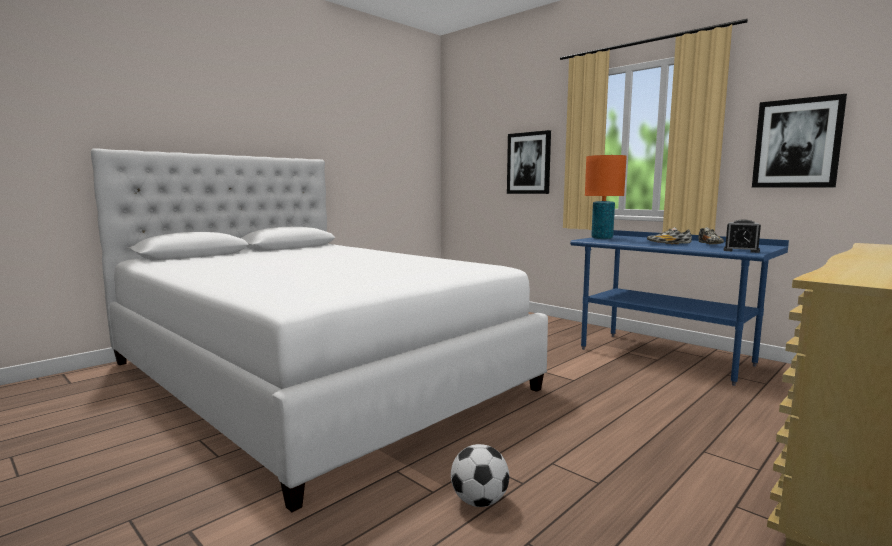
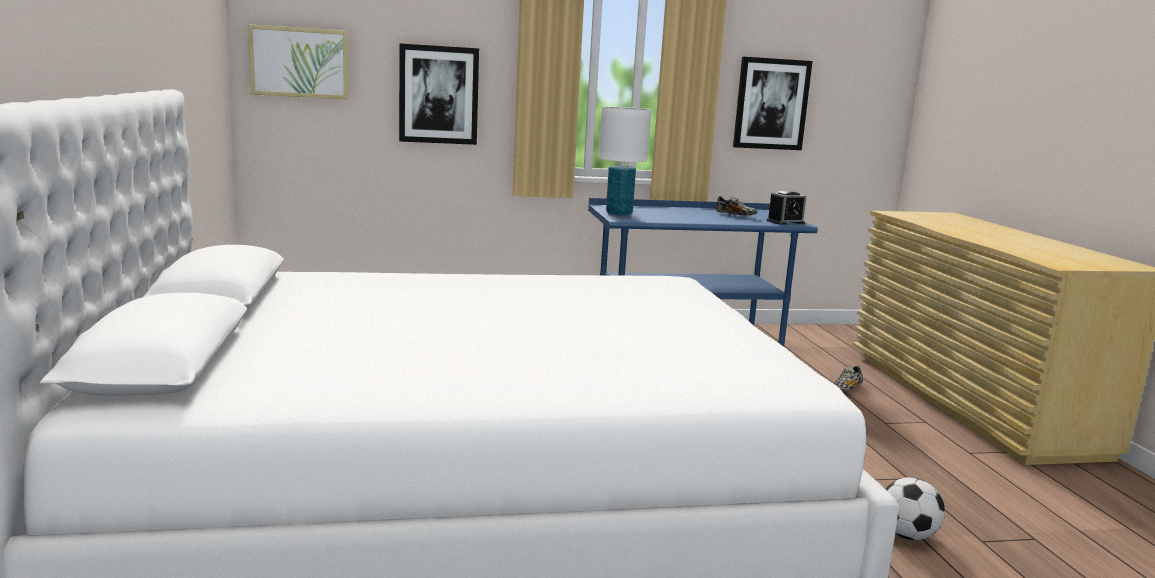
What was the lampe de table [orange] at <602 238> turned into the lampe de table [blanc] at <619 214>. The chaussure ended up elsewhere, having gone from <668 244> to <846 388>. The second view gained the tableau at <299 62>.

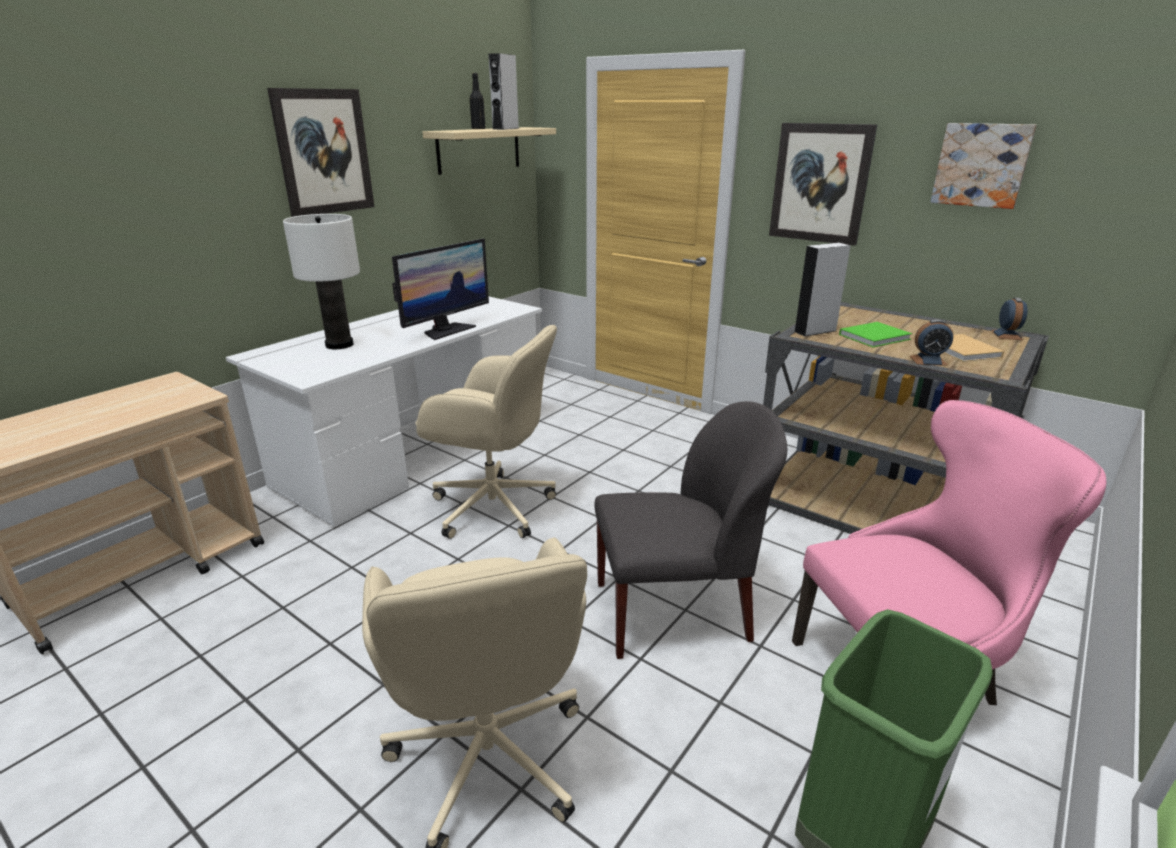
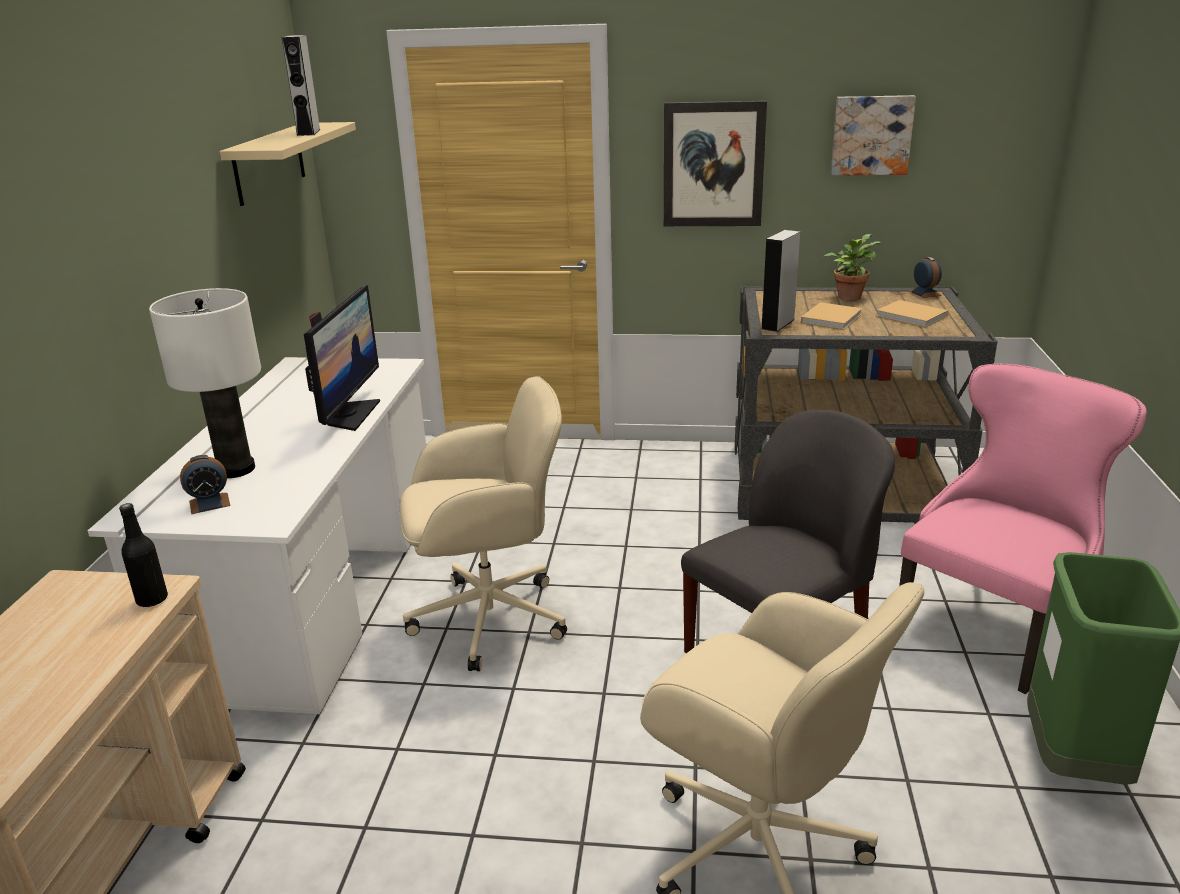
The second view lost the tableau at <323 152>. The bouteille [noir] ended up elsewhere, having gone from <478 129> to <152 600>. What was the livre [vert] at <875 336> turned into the livre [beige] at <832 318>. The réveil ended up elsewhere, having gone from <928 360> to <209 503>. The second view gained the plante en pot at <849 296>.

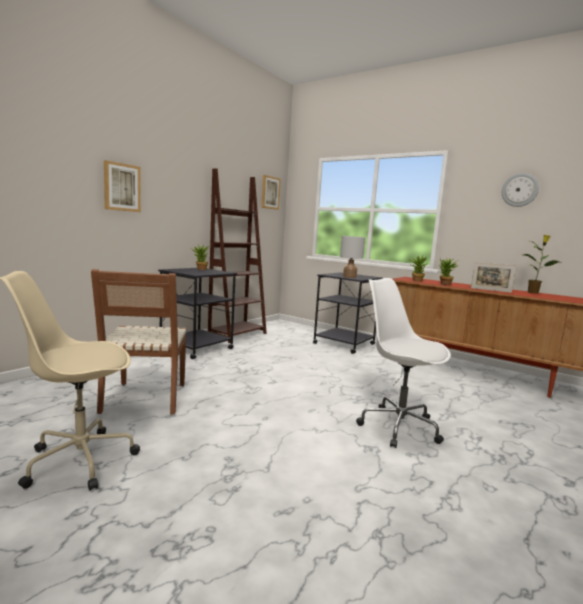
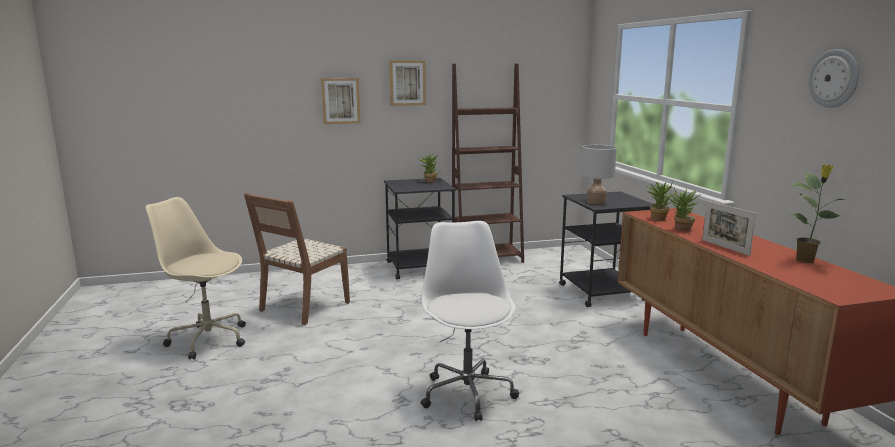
The tableau ended up elsewhere, having gone from <270 192> to <407 83>.

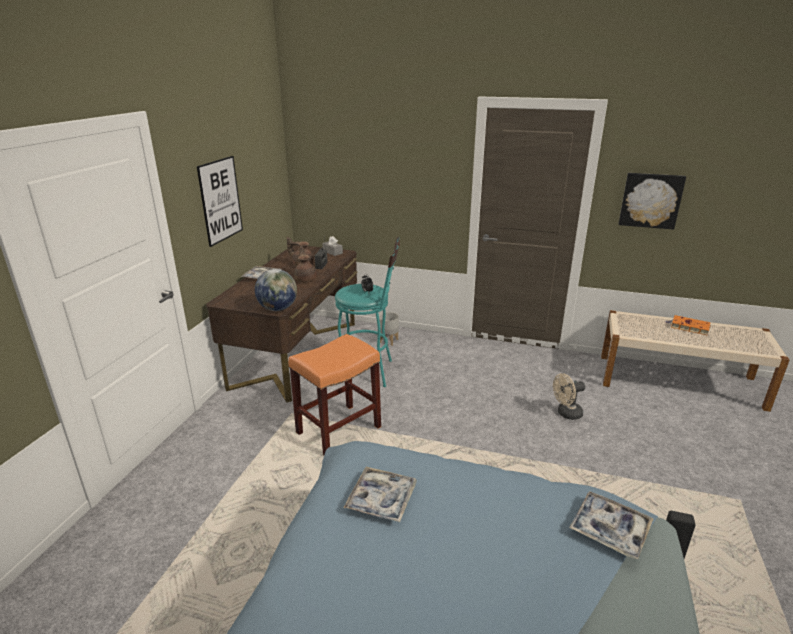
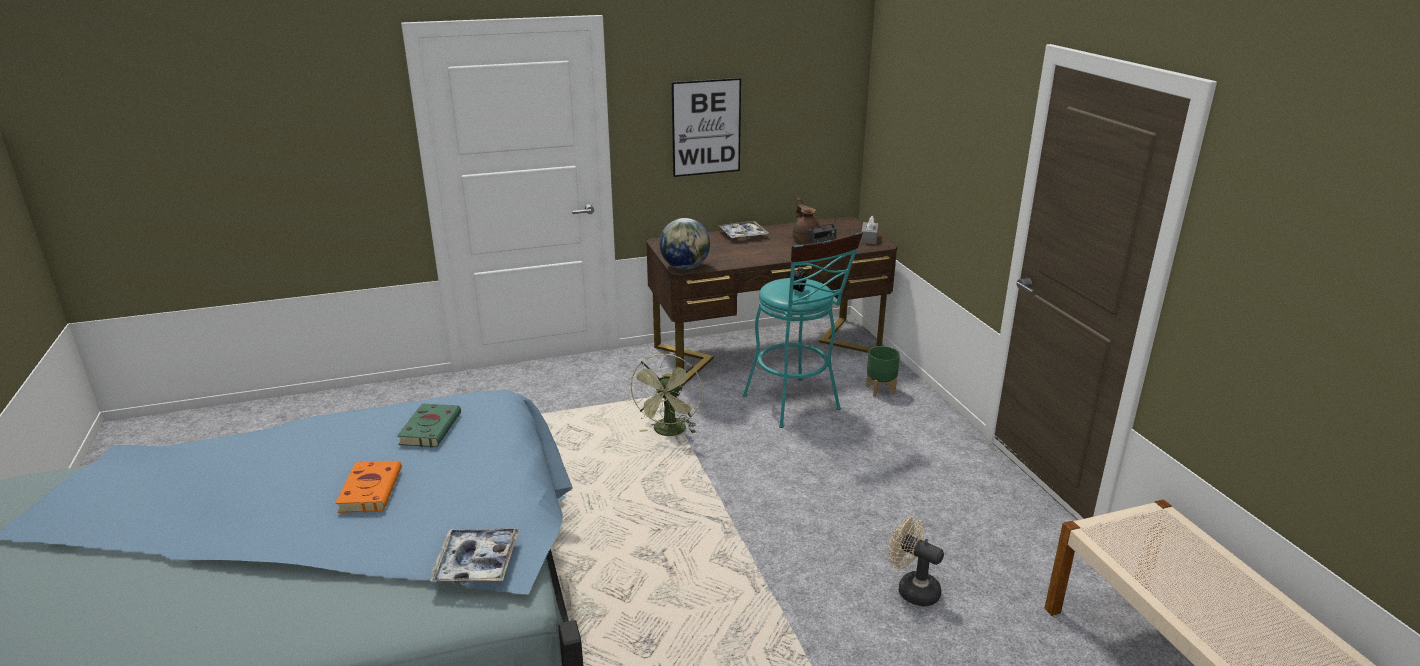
Where the tabouret [orange] stood at <339 429>, the ventilateur [vert] came to stand at <669 432>. The second view lost the théière [marron] at <306 279>. Where the plateau stood at <381 499>, the livre [vert] came to stand at <431 428>. What was the cache-pot [gris] at <388 341> turned into the cache-pot [vert] at <880 390>. The second view lost the tableau at <650 200>. The livre [orange] ended up elsewhere, having gone from <688 327> to <370 489>.

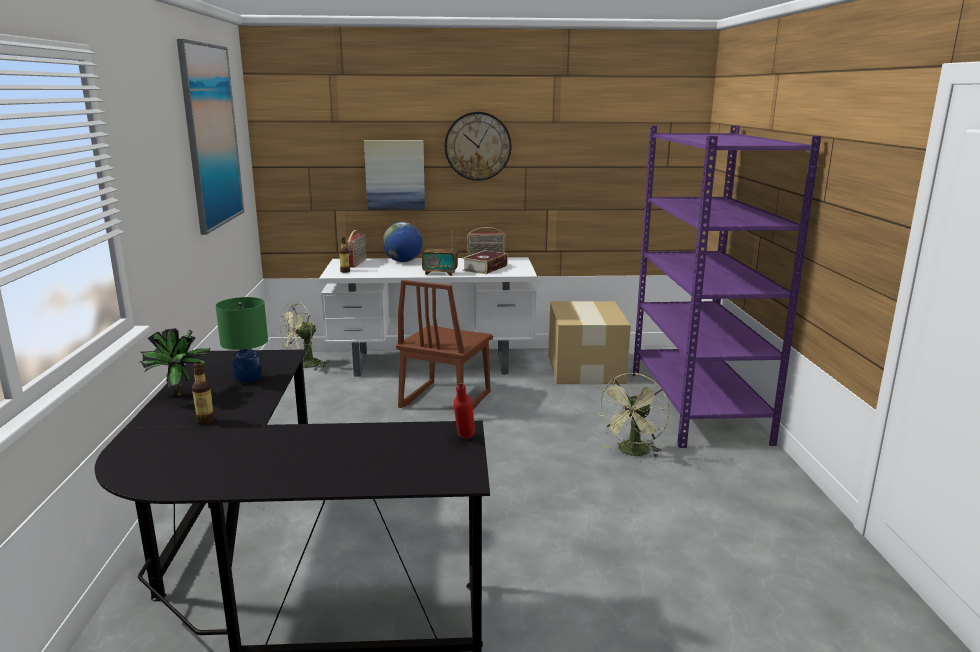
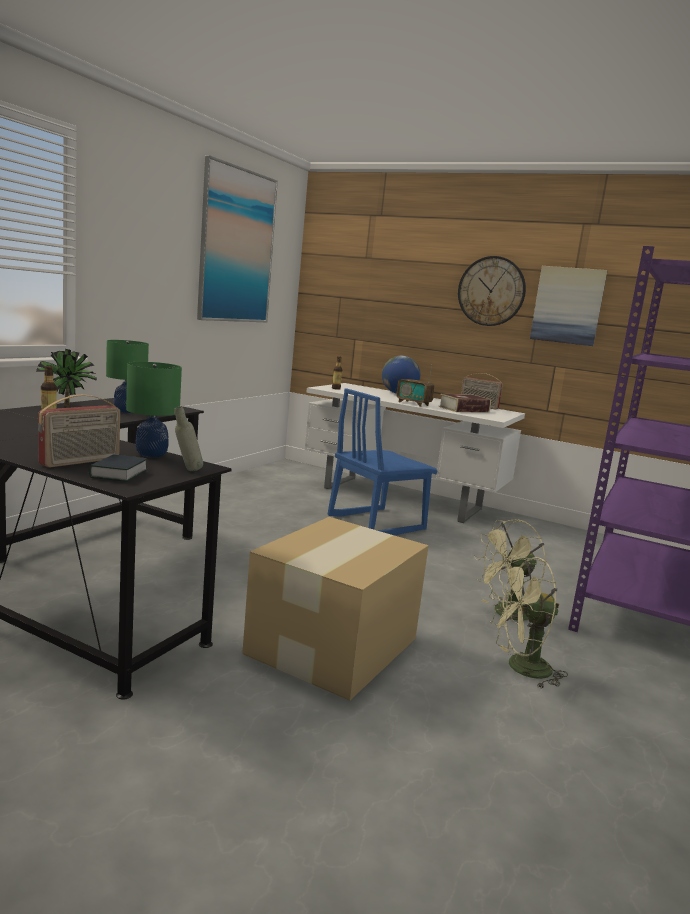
The ventilateur [vert] ended up elsewhere, having gone from <304 365> to <520 668>. The radio ended up elsewhere, having gone from <357 263> to <81 461>. The tableau ended up elsewhere, having gone from <395 174> to <567 305>. What was the chaise [marron] at <444 400> turned into the chaise [bleu] at <375 523>. What was the bouteille [rouge] at <464 440> turned into the bouteille [gris] at <187 471>. The carton ended up elsewhere, having gone from <585 368> to <335 645>. The second view gained the livre at <118 474>. The second view gained the lampe de table [vert] at <151 455>.

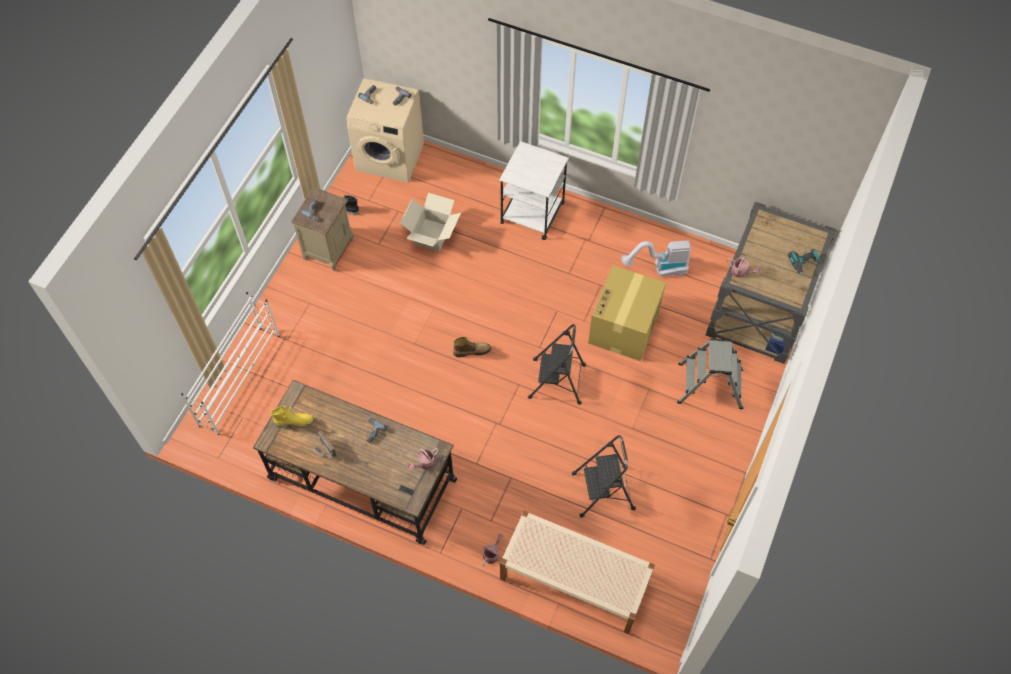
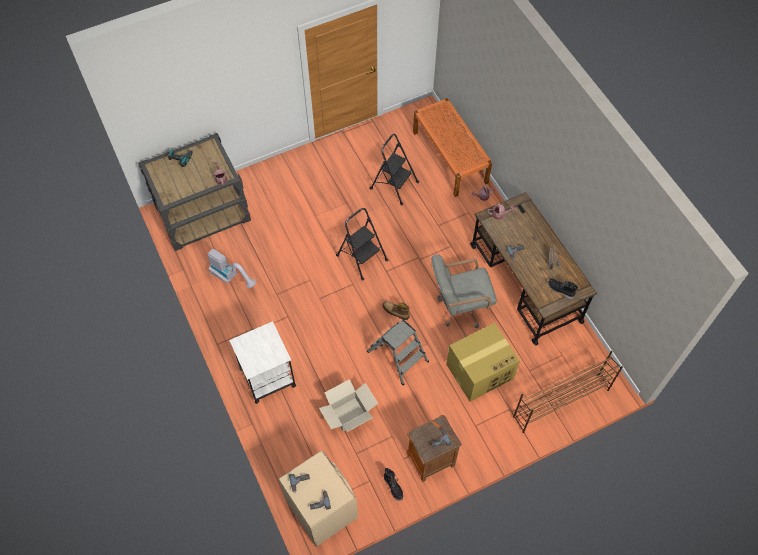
What was the étagère à chaussures [blanc] at <240 379> turned into the étagère à chaussures [marron] at <560 403>. What was the botte [jaune] at <295 422> turned into the botte [noir] at <560 290>. What was the table de chevet [beige] at <329 249> turned into the table de chevet [orange] at <430 459>. What was the banc [beige] at <574 581> turned into the banc [orange] at <450 157>. The carton ended up elsewhere, having gone from <624 328> to <480 371>. The escabeau [gris] ended up elsewhere, having gone from <710 386> to <397 356>. The second view gained the chaise de bureau [gris] at <459 309>.

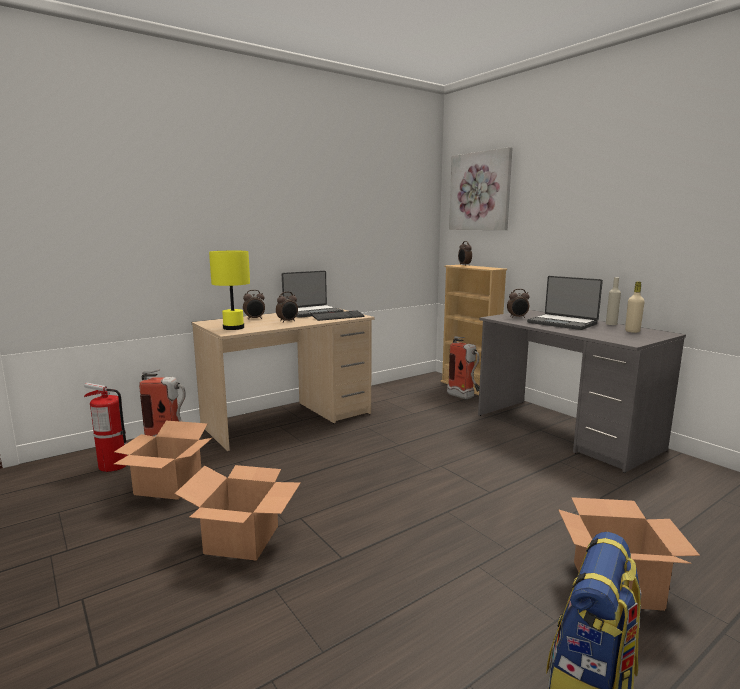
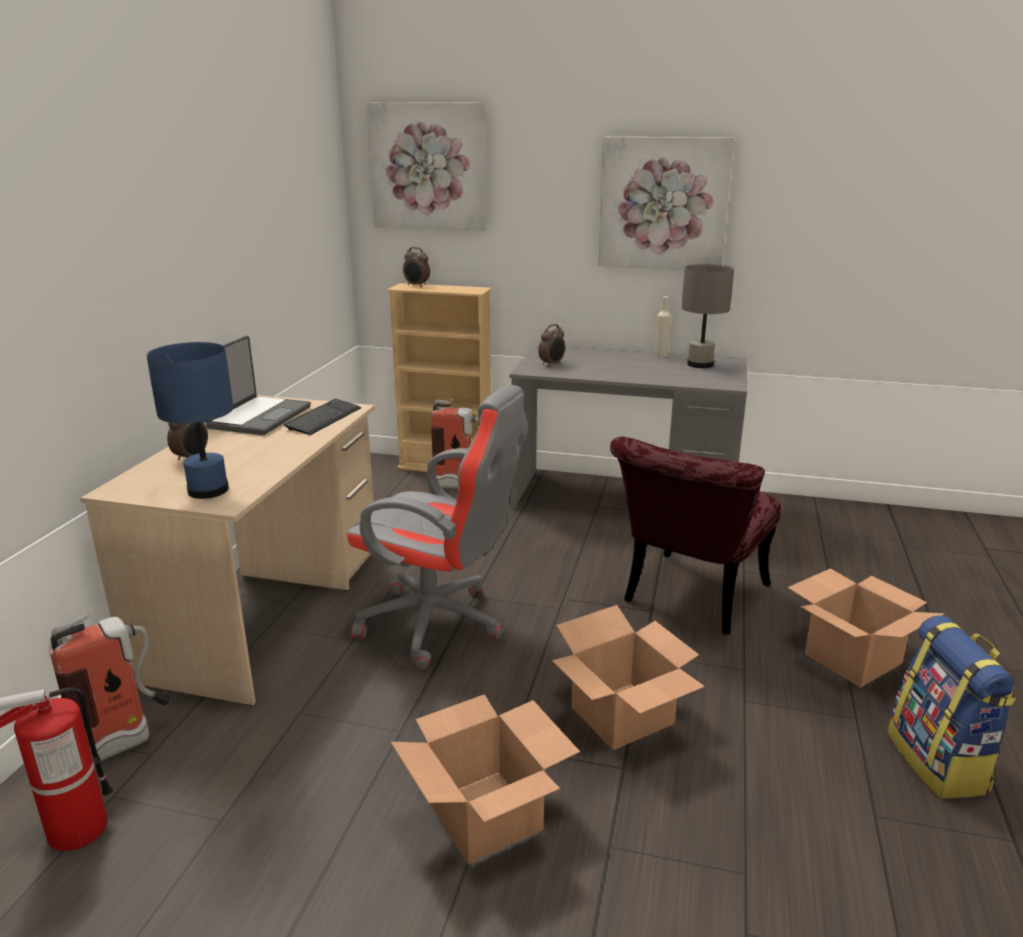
The carton ended up elsewhere, having gone from <170 485> to <622 714>. What was the lampe de table [jaune] at <233 328> turned into the lampe de table [bleu] at <208 491>. The second view lost the réveil at <287 321>. The second view lost the ordinateur portable at <562 323>. Where the bouteille [beige] stood at <632 331>, the lampe de table [gris] came to stand at <700 364>. The second view gained the chaise de bureau [gris] at <441 627>. The second view gained the tableau at <664 203>. The second view gained the chaise [rouge] at <689 600>.

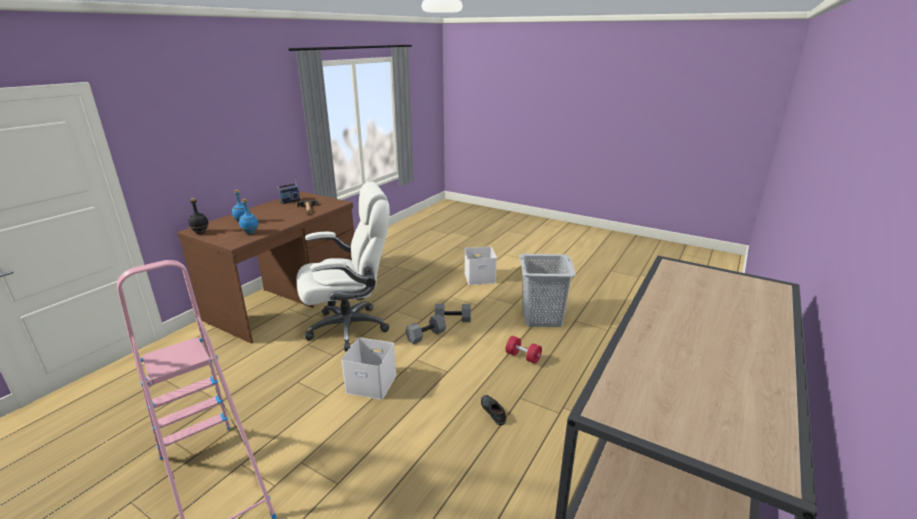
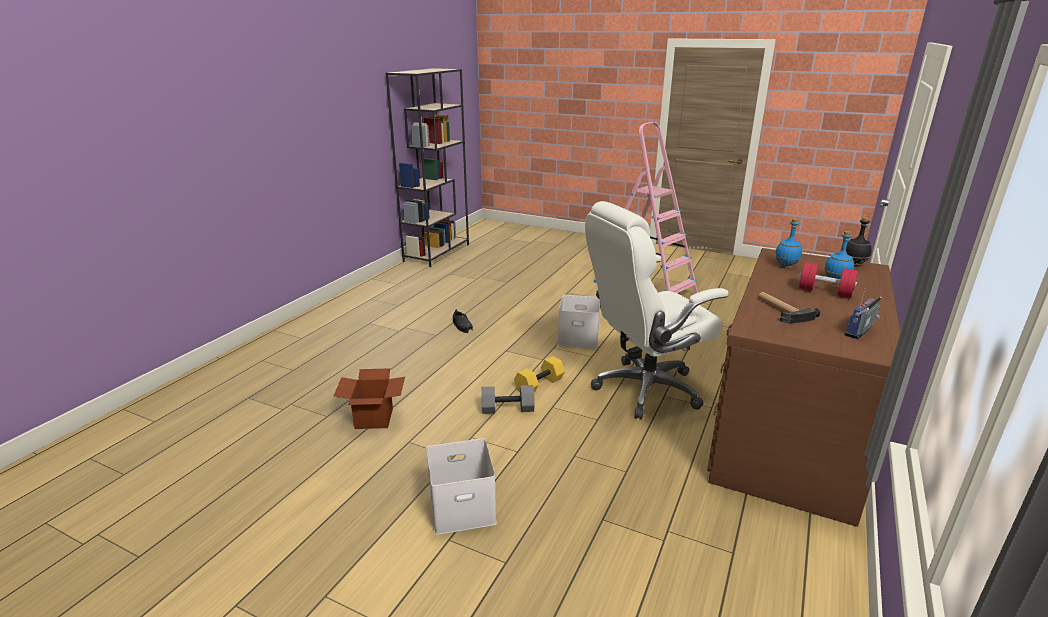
What was the haltère [gris] at <426 336> turned into the haltère [jaune] at <539 384>. The haltère [rouge] ended up elsewhere, having gone from <523 357> to <824 292>. Where the panier à linge [gris] stood at <542 318>, the carton came to stand at <374 418>.

